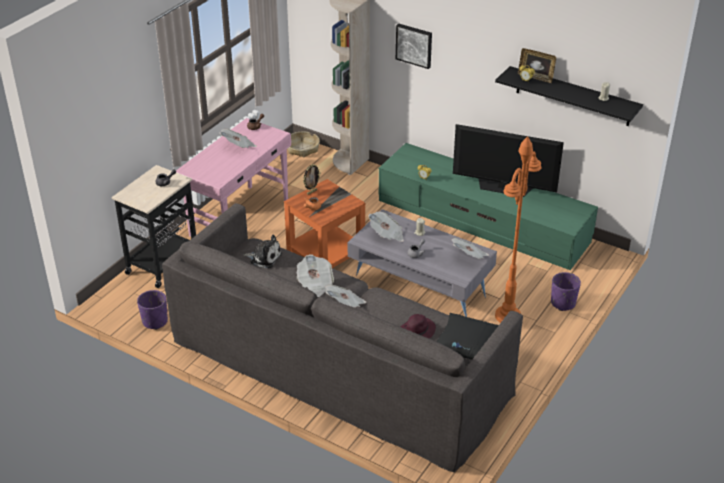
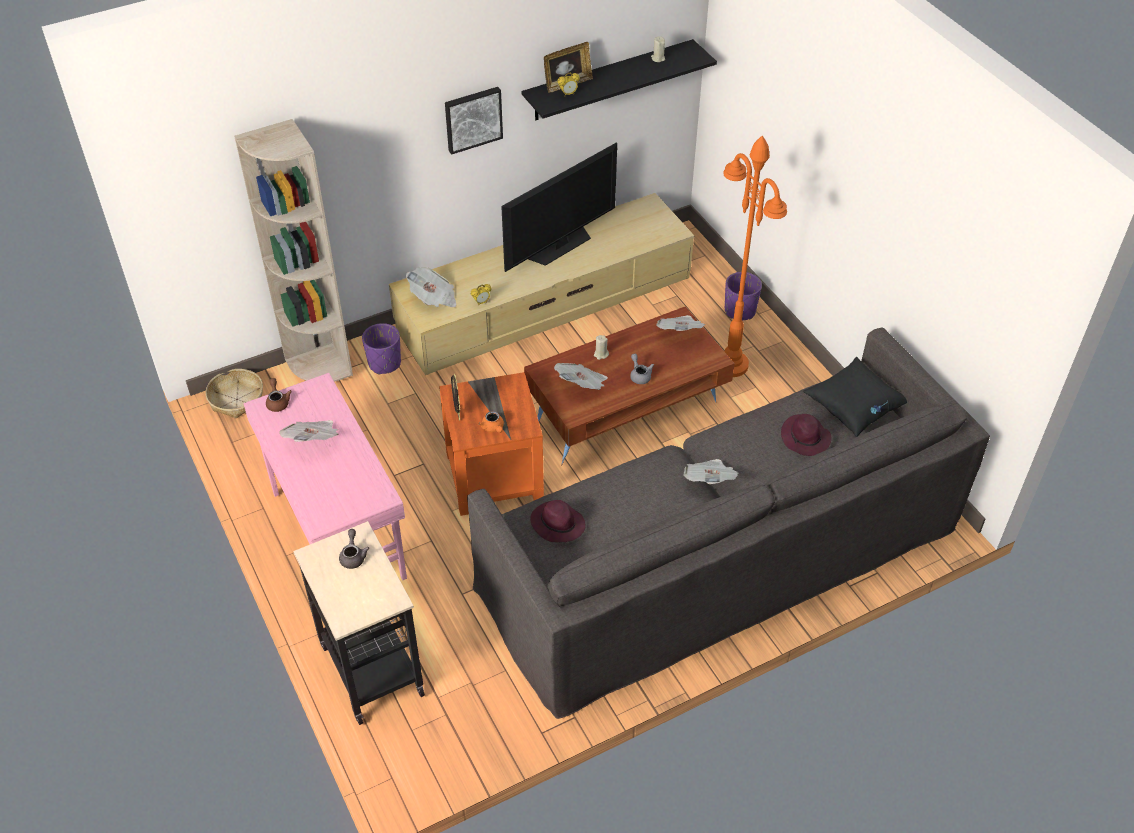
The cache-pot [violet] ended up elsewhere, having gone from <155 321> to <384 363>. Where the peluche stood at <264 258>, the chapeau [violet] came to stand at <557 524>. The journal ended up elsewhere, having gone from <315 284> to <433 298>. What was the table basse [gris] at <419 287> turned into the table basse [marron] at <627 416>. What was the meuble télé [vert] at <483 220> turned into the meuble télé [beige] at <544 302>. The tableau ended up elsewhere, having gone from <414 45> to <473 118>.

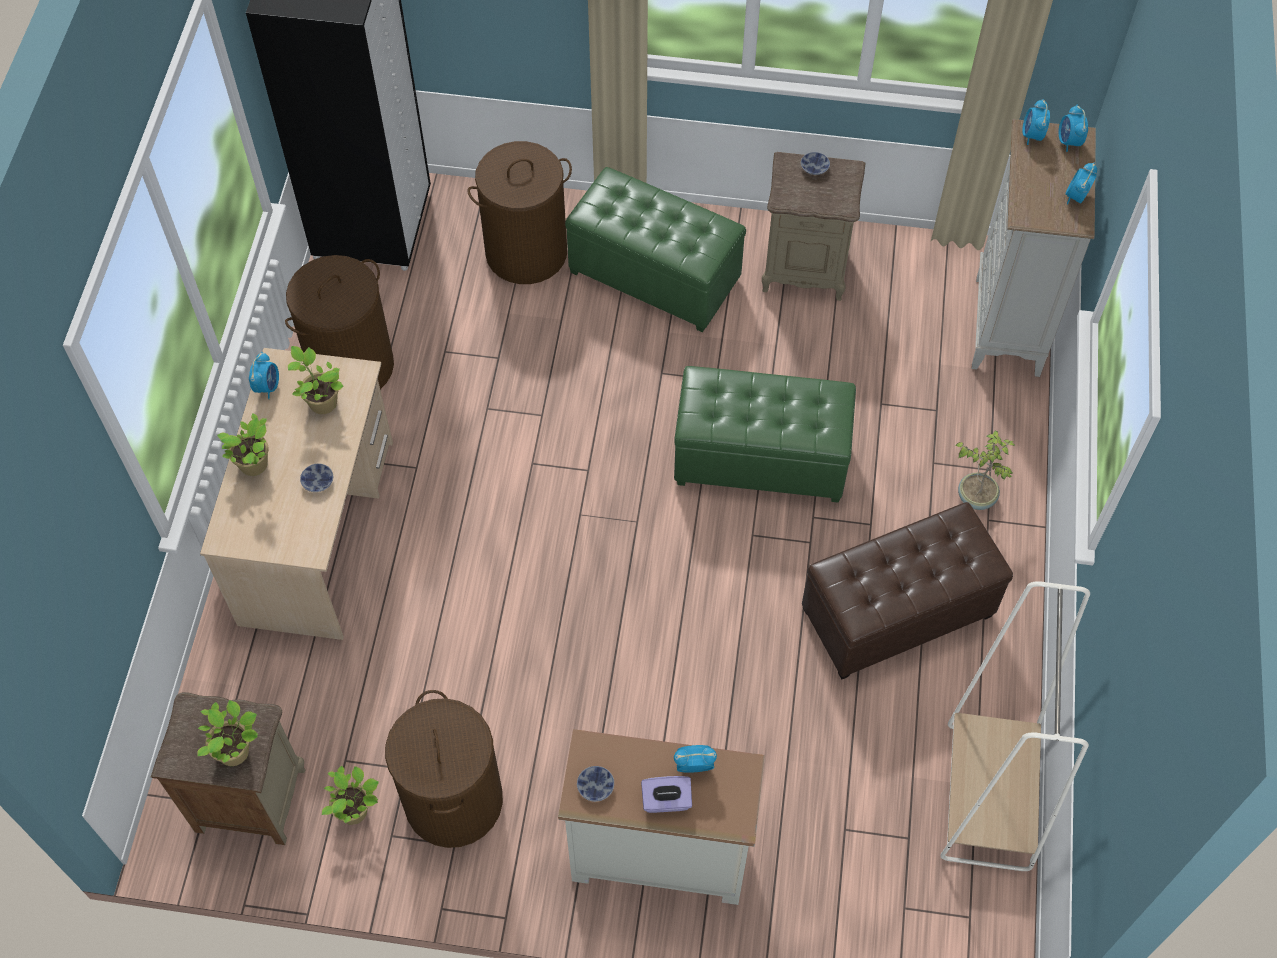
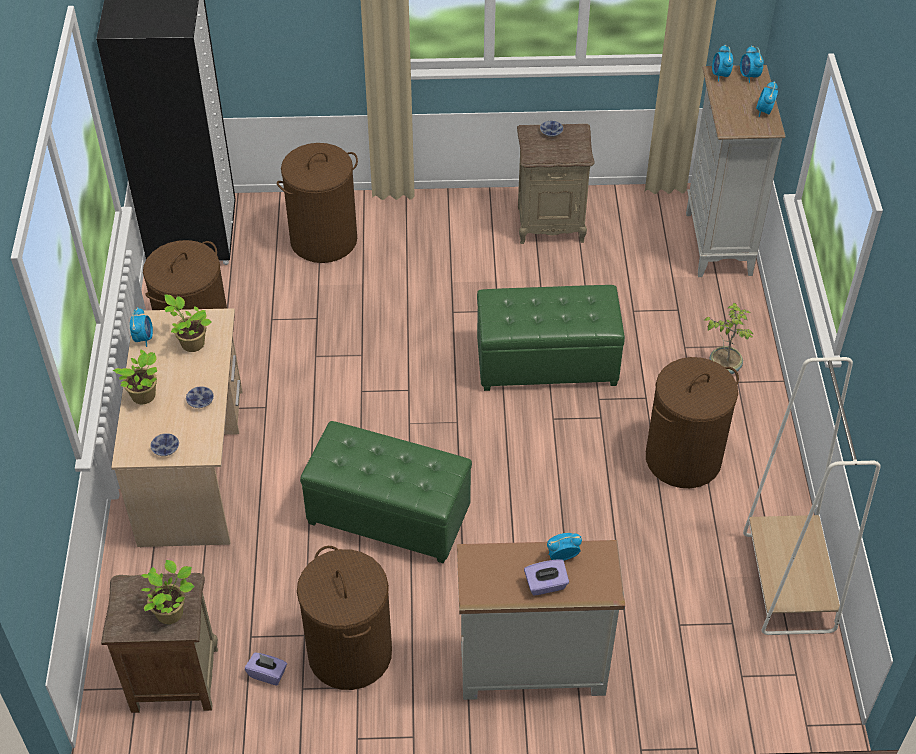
Where the plante en pot stood at <355 810>, the boîte à mouchoirs [violet] came to stand at <267 674>. The pouf [vert] ended up elsewhere, having gone from <654 276> to <388 516>. The bol ended up elsewhere, having gone from <597 787> to <166 448>. Where the pouf [marron] stood at <898 613>, the panier à linge [marron] came to stand at <683 459>.

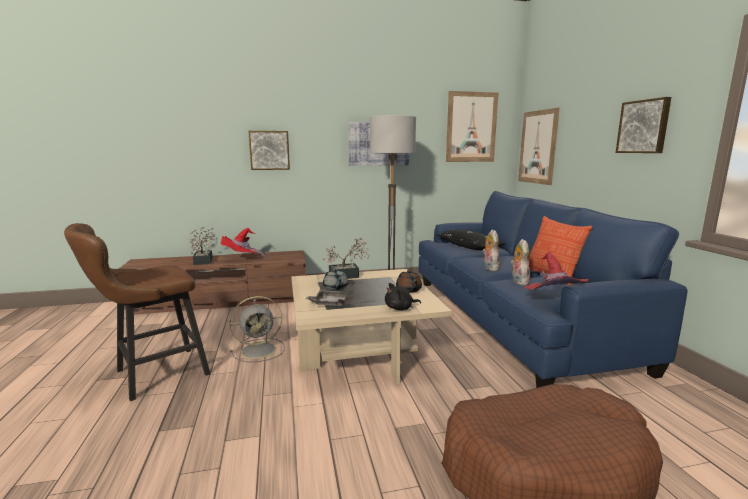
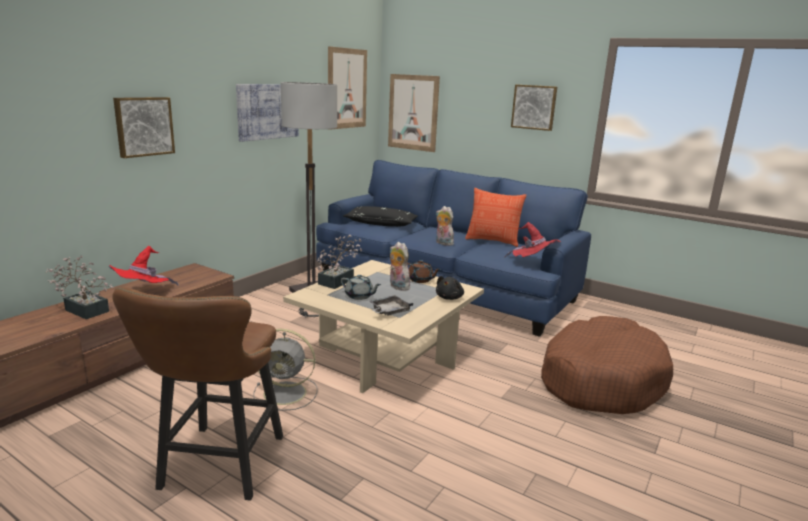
The ventilateur [gris] at <260 350> ended up facing another way, 75 degrees clockwise from before. The peluche ended up elsewhere, having gone from <518 281> to <397 286>.

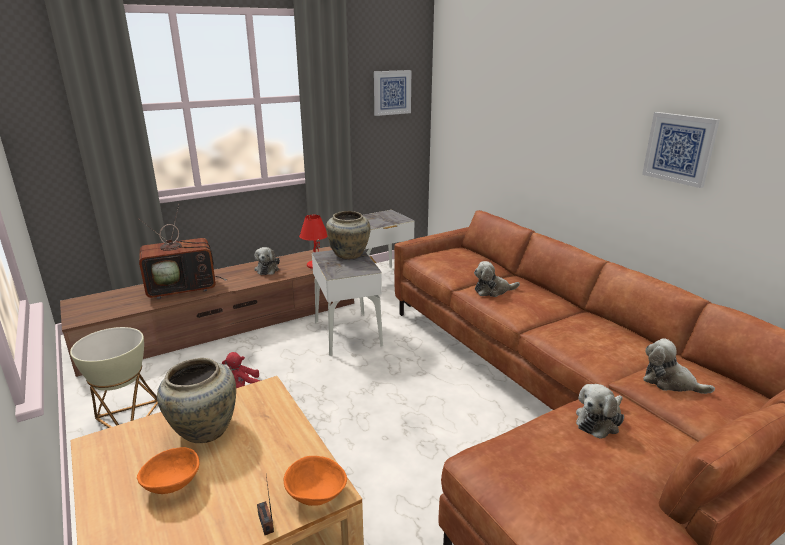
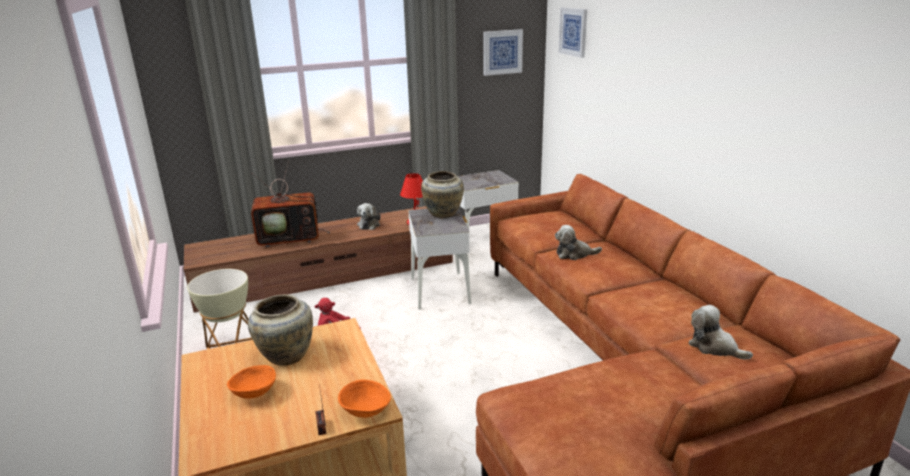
The second view lost the peluche at <599 421>. The tableau ended up elsewhere, having gone from <679 148> to <573 31>.

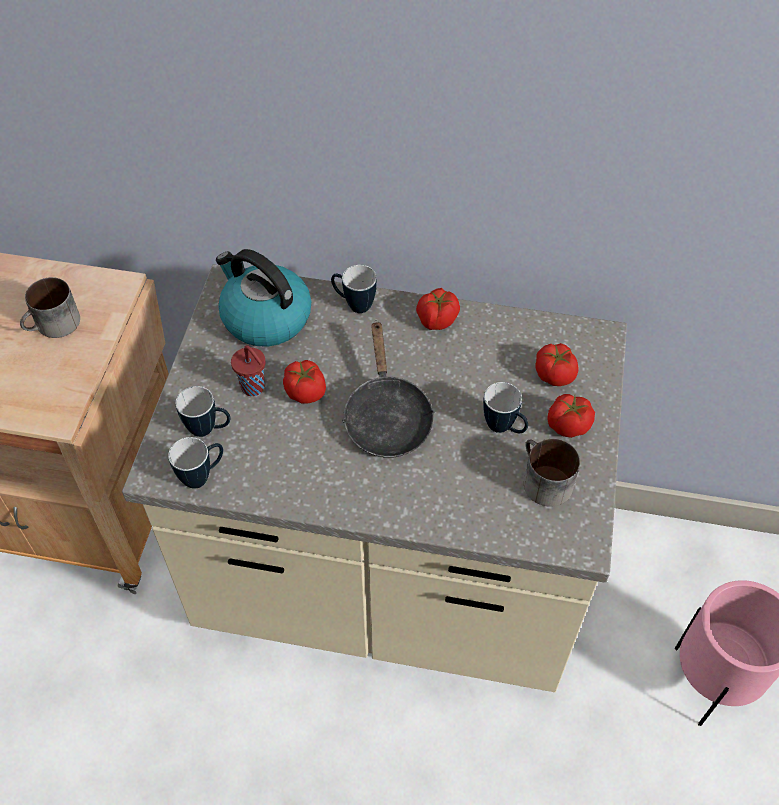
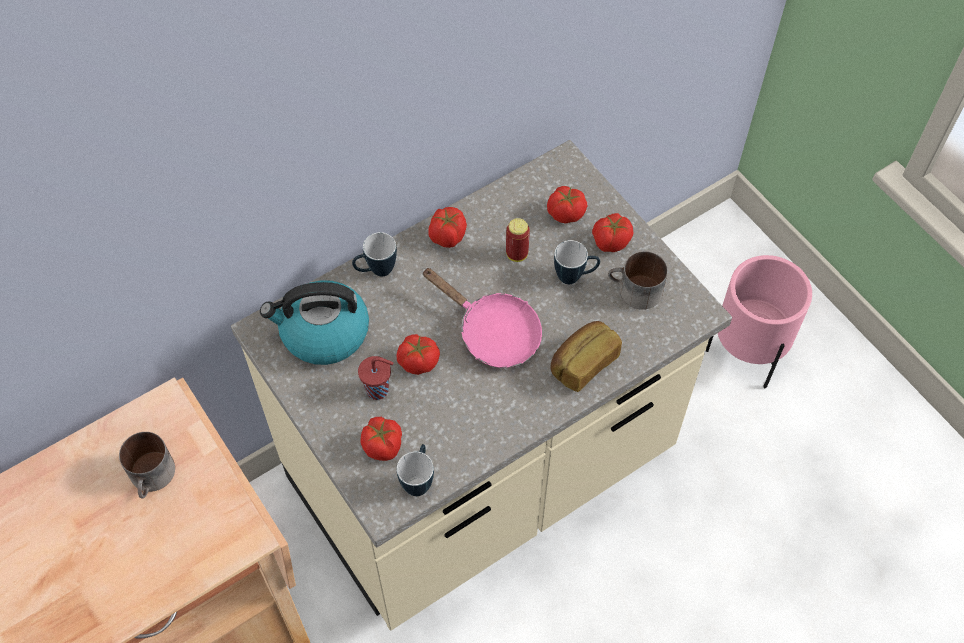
Where the mug stood at <209 429>, the tomate came to stand at <383 446>. What was the poêle [noir] at <386 417> turned into the poêle [rose] at <492 332>. The second view gained the boîte métallique at <516 254>. The second view gained the pain at <583 363>.

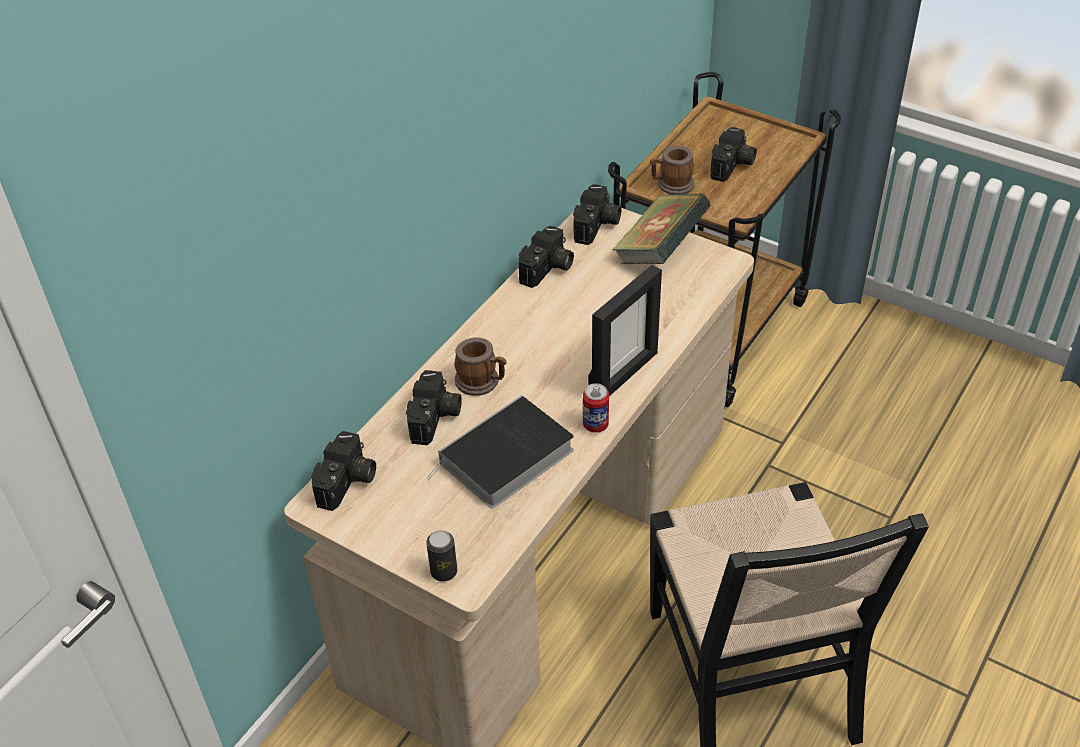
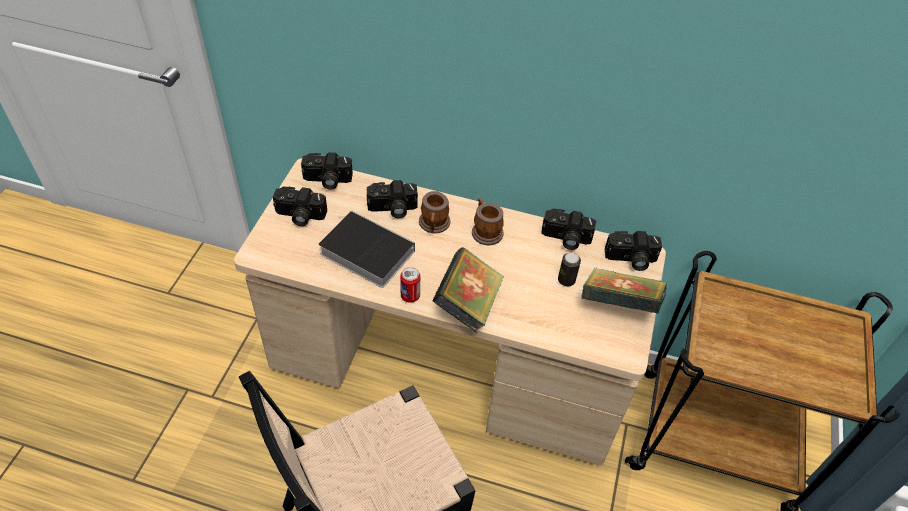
The boîte métallique ended up elsewhere, having gone from <444 571> to <566 280>. Where the cadre photo stood at <623 374>, the livre came to stand at <467 304>. The mug ended up elsewhere, having gone from <671 185> to <485 231>. The appareil photo ended up elsewhere, having gone from <733 166> to <299 216>.

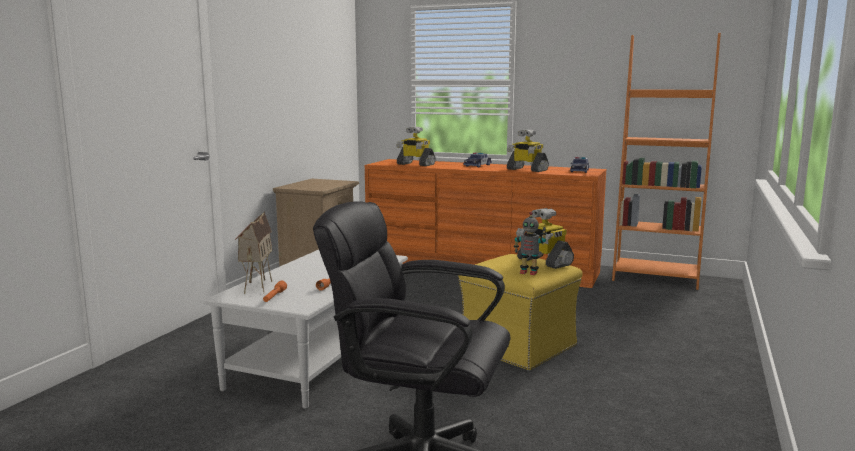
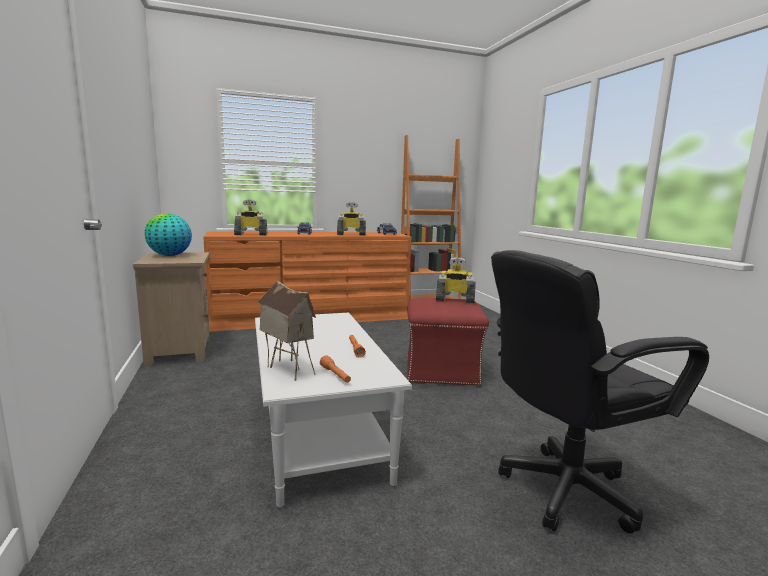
What was the pouf [jaune] at <519 347> turned into the pouf [rouge] at <442 370>. The second view lost the robot jouet at <528 272>. The second view gained the globe at <169 255>.

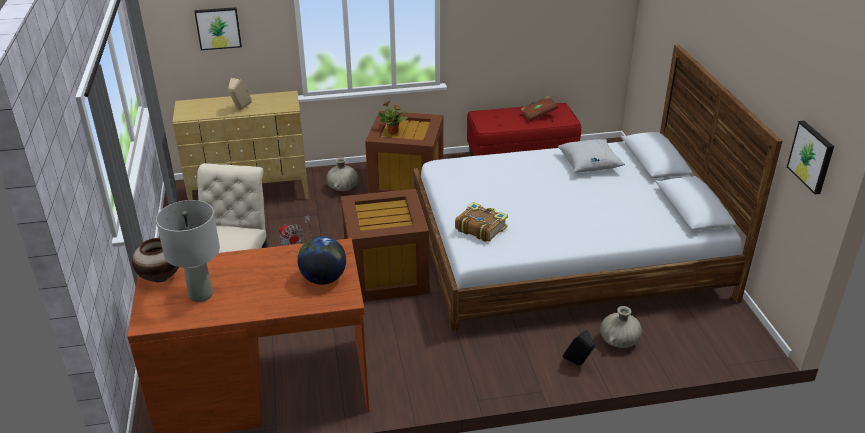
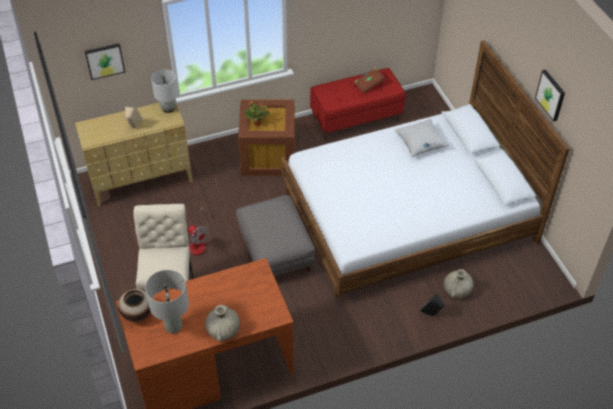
The second view lost the globe at <323 279>. The vase [beige] ended up elsewhere, having gone from <342 188> to <223 330>. Where the boîte de rangement [marron] stood at <387 275>, the pouf [gris] came to stand at <276 252>. The second view lost the livre at <480 228>. The tableau ended up elsewhere, having gone from <812 156> to <551 95>. The second view gained the lampe de table [blanc] at <168 108>.

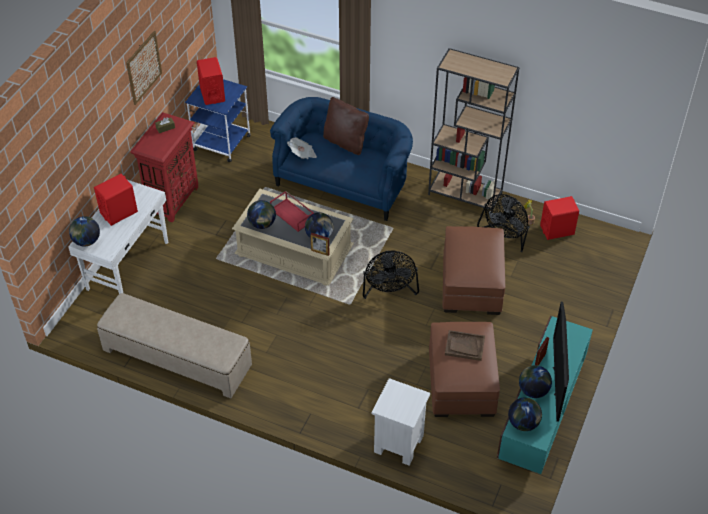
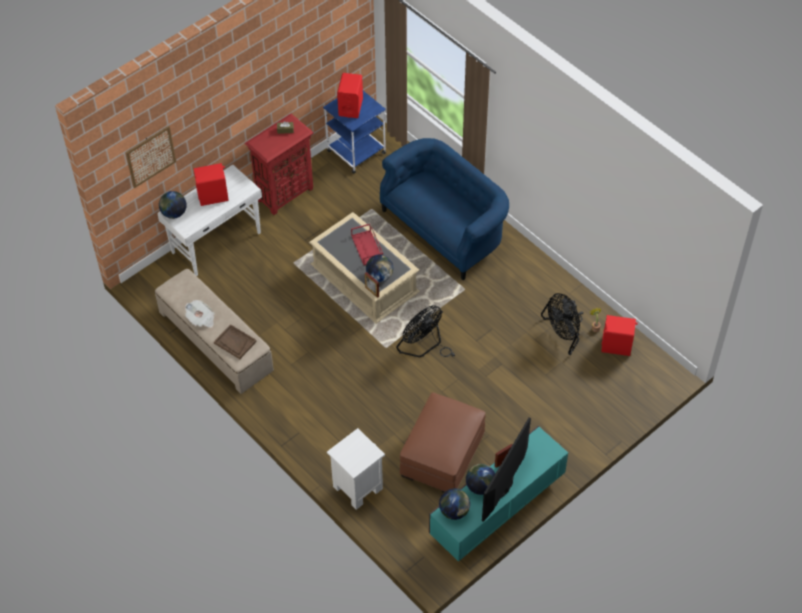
The tableau ended up elsewhere, having gone from <143 66> to <150 156>. The second view lost the globe at <262 224>. The journal ended up elsewhere, having gone from <302 154> to <201 319>. The second view lost the coussin [marron] at <345 142>. The ventilateur [noir] at <387 288> ended up facing another way, 120 degrees clockwise from before. The second view lost the bibliothèque at <465 194>. The second view lost the pouf [marron] at <471 284>. The plateau [marron] ended up elsewhere, having gone from <464 346> to <235 342>.

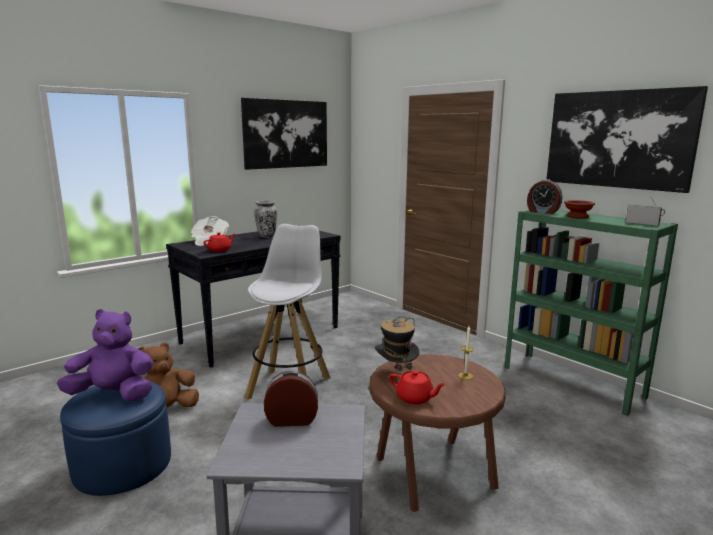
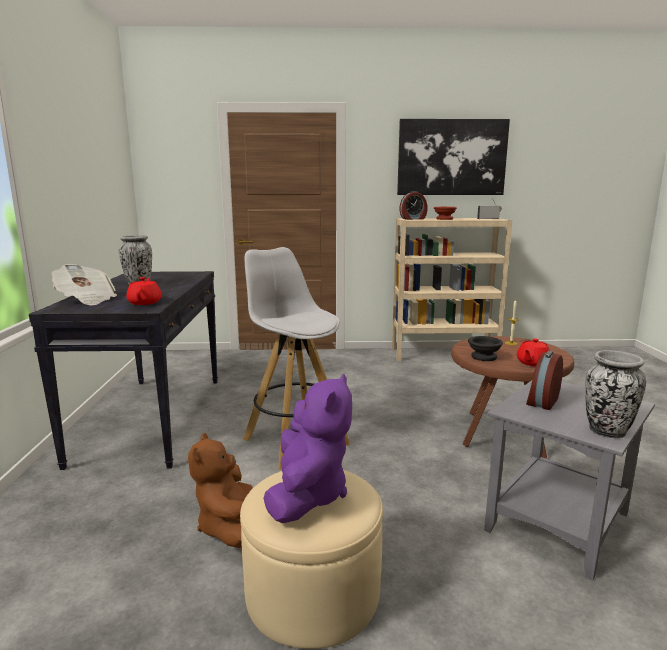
The peluche [violet] at <113 395> ended up facing another way, 150 degrees clockwise from before. What was the pouf [bleu] at <122 464> turned into the pouf [beige] at <313 592>. The second view lost the tableau at <286 134>. Where the chapeau stood at <396 373>, the bol [noir] came to stand at <483 357>. The théière [rouge] at <415 398> ended up facing another way, 150 degrees clockwise from before. What was the bibliothèque [vert] at <572 382> turned into the bibliothèque [beige] at <443 354>. The second view gained the vase at <607 432>.

